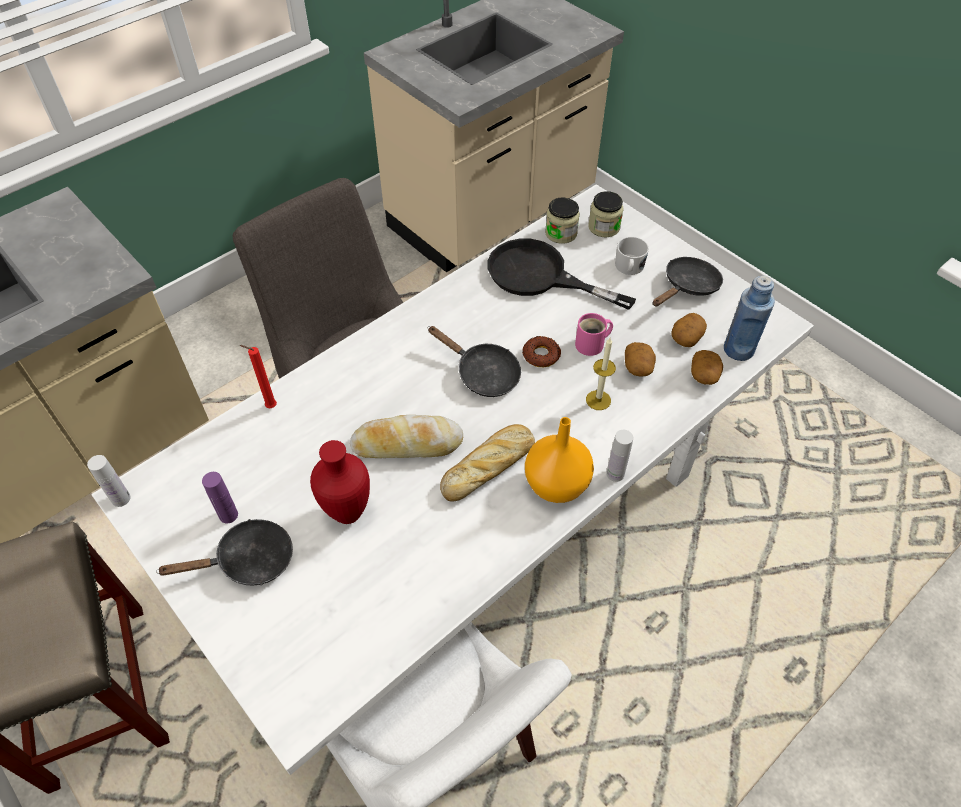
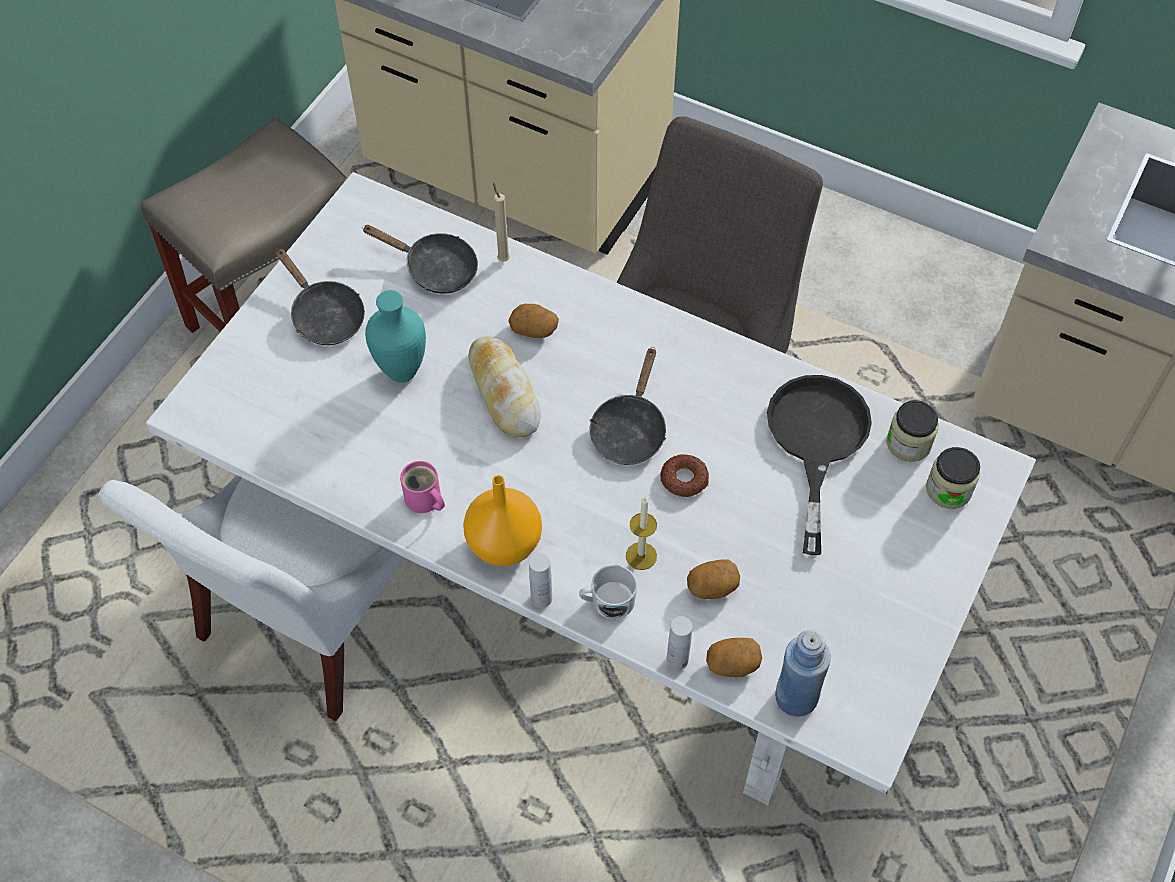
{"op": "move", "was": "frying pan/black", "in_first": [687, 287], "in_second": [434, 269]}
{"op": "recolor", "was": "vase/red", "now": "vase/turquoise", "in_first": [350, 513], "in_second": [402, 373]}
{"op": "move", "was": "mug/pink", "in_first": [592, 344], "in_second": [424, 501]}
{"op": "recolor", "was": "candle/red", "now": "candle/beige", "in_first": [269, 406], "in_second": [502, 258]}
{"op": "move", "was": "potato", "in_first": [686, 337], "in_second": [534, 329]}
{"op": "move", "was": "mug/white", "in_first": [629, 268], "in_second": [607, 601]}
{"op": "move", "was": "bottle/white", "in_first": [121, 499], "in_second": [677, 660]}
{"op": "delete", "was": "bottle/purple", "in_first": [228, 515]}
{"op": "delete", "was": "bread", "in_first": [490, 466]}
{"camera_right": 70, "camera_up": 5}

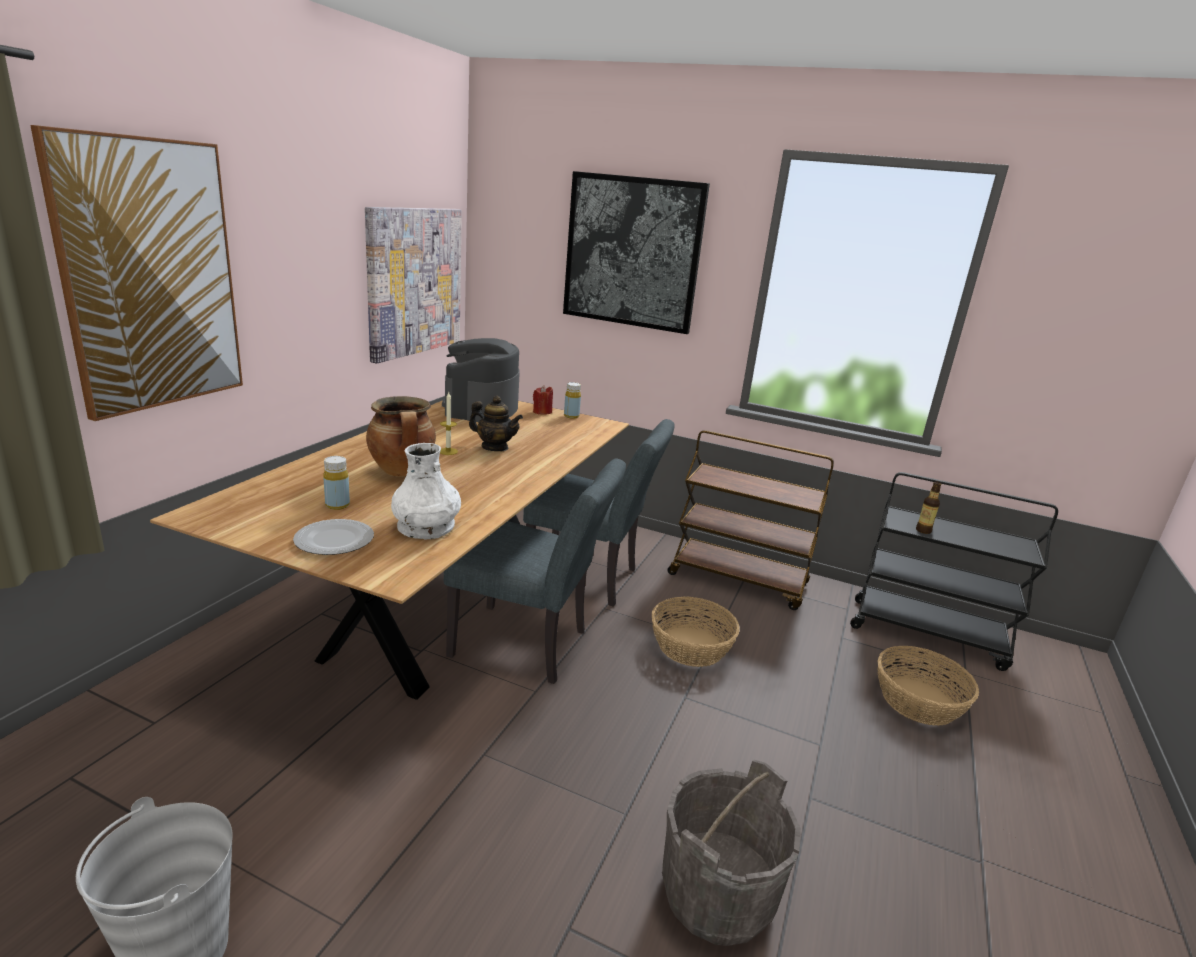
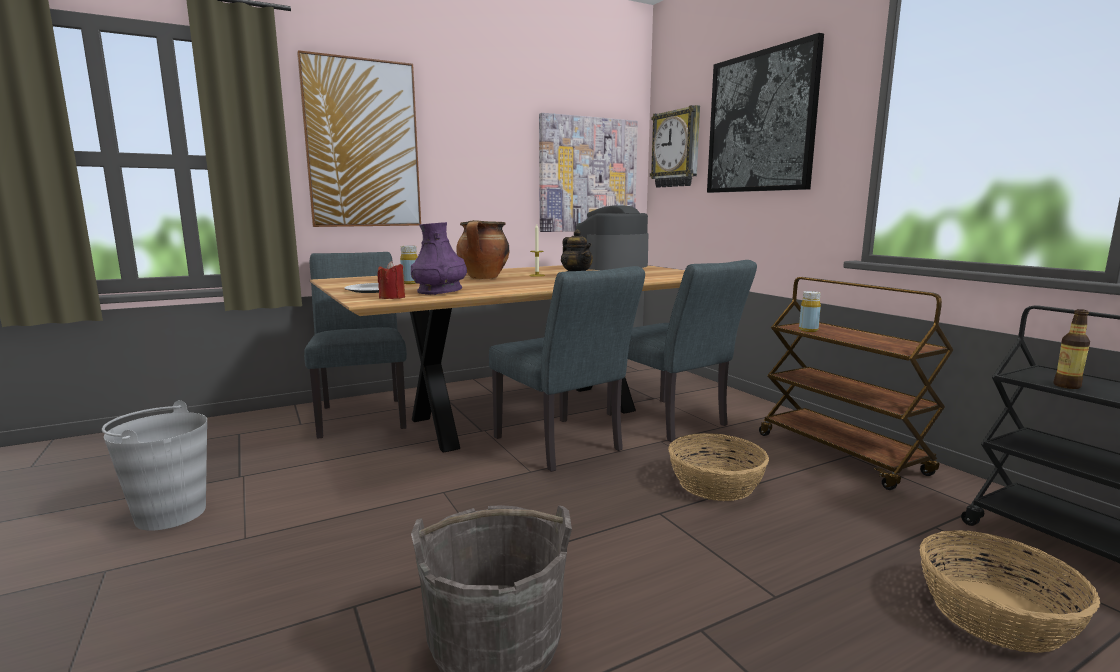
{"op": "insert", "now": "chair/grey", "in_second": [362, 414]}
{"op": "move", "was": "candle/red", "in_first": [542, 412], "in_second": [392, 298]}
{"op": "recolor", "was": "vase/white", "now": "vase/purple", "in_first": [426, 526], "in_second": [440, 291]}
{"op": "insert", "now": "wall clock", "in_second": [676, 149]}
{"op": "move", "was": "bottle/yellow", "in_first": [571, 416], "in_second": [808, 330]}
{"camera_right": 40, "camera_up": -10}

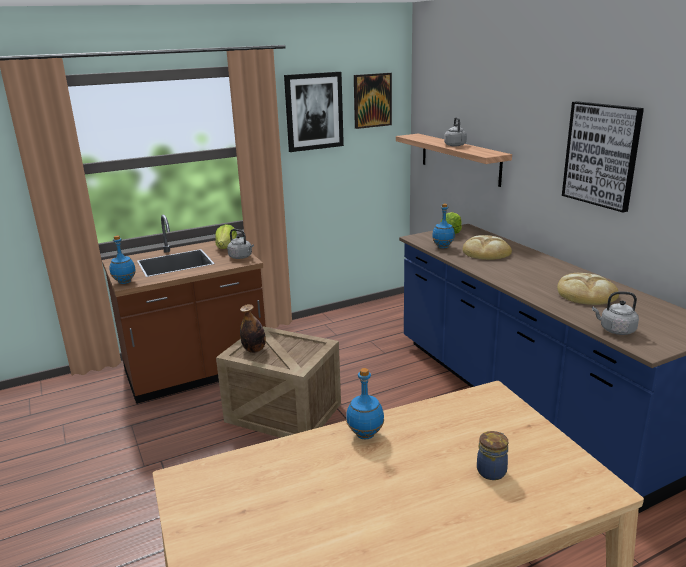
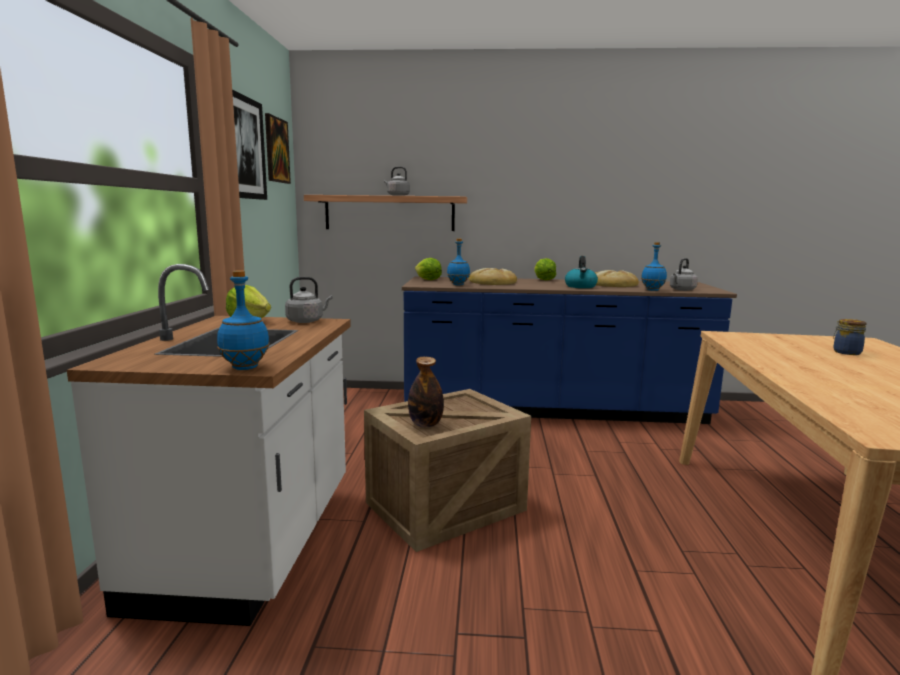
{"op": "recolor", "was": "counter/brown", "now": "counter/white", "in_first": [196, 373], "in_second": [252, 543]}
{"op": "insert", "now": "lettuce", "in_second": [543, 280]}
{"op": "insert", "now": "kettle", "in_second": [581, 286]}
{"op": "move", "was": "bottle/blue", "in_first": [365, 435], "in_second": [653, 290]}
{"op": "delete", "was": "picture", "in_first": [601, 155]}
{"camera_right": -60, "camera_up": -10}

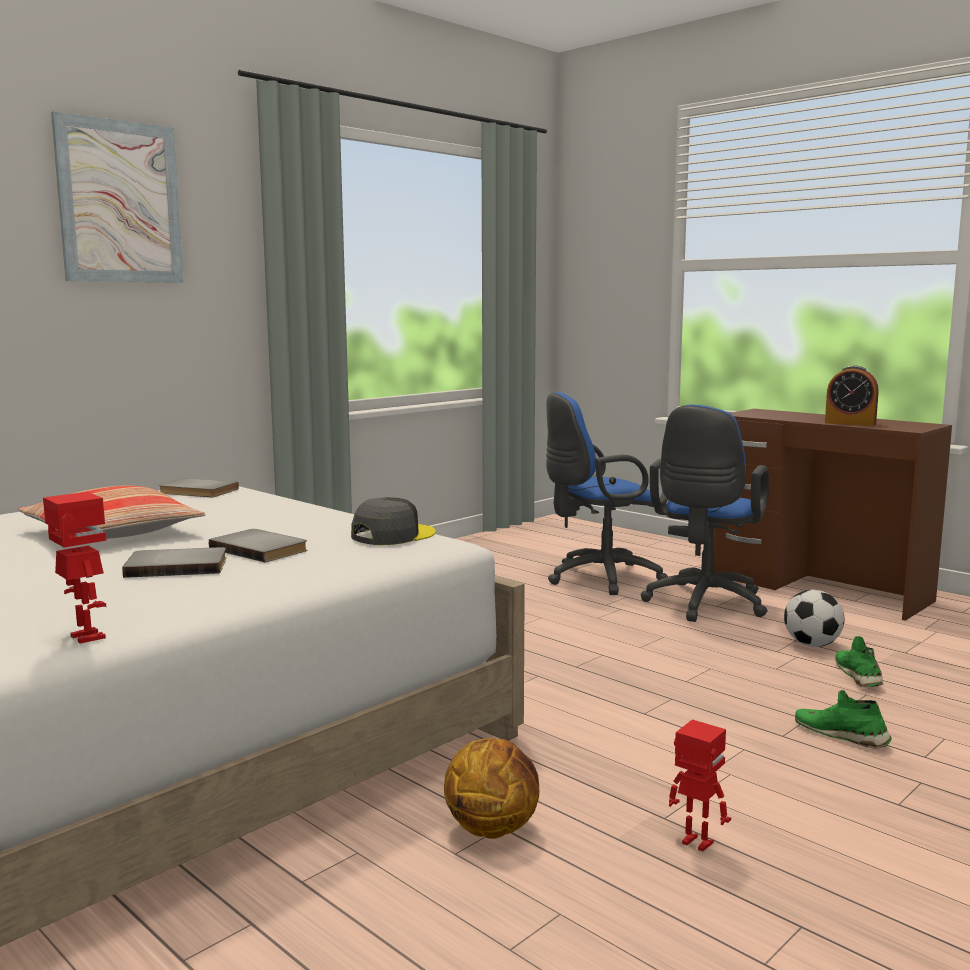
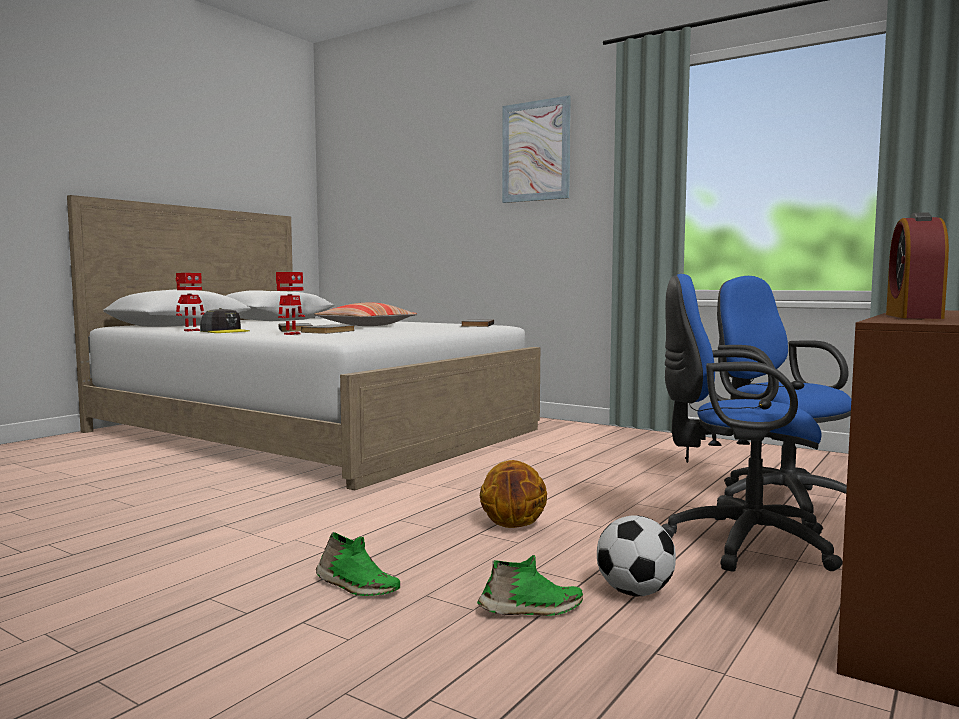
{"op": "move", "was": "cap/grey", "in_first": [392, 535], "in_second": [225, 331]}
{"op": "move", "was": "toy robot", "in_first": [696, 843], "in_second": [291, 334]}
{"op": "rotate", "was": "shoe/green", "in_first": [841, 735], "in_second": [356, 587], "clockwise": 90}
{"op": "move", "was": "basketball", "in_first": [493, 828], "in_second": [513, 526]}
{"camera_right": 80, "camera_up": -5}

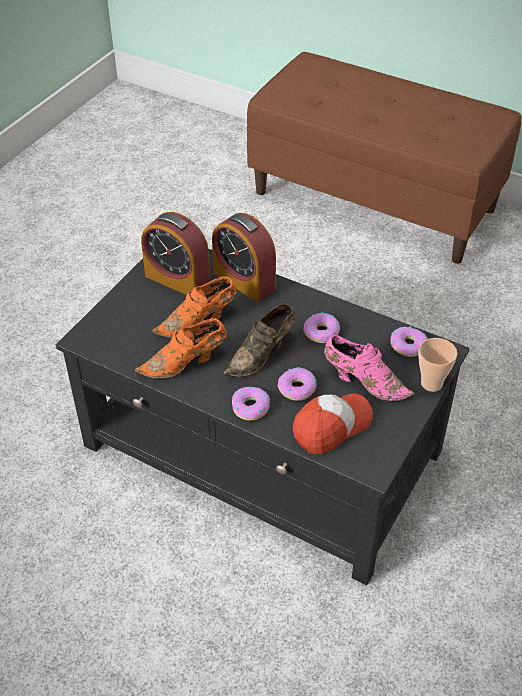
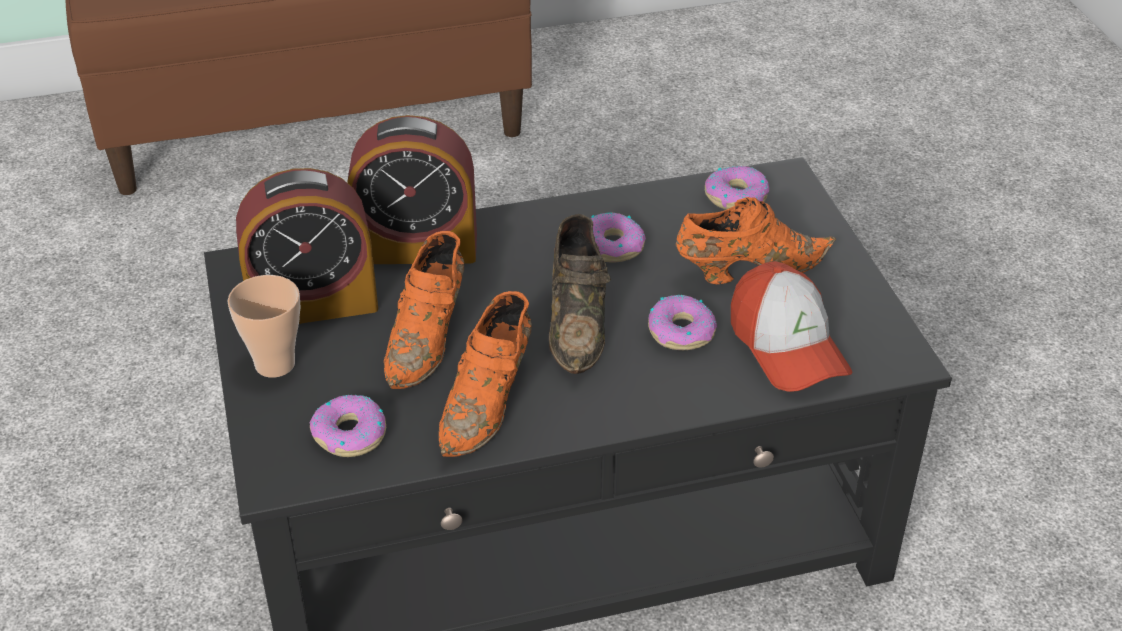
{"op": "move", "was": "cup", "in_first": [431, 384], "in_second": [275, 364]}
{"op": "move", "was": "donut", "in_first": [250, 407], "in_second": [349, 434]}
{"op": "recolor", "was": "shoe/pink", "now": "shoe/orange", "in_first": [364, 382], "in_second": [747, 270]}
{"op": "rotate", "was": "cap", "in_first": [331, 426], "in_second": [787, 346], "clockwise": 150}
{"camera_right": -45, "camera_up": -5}

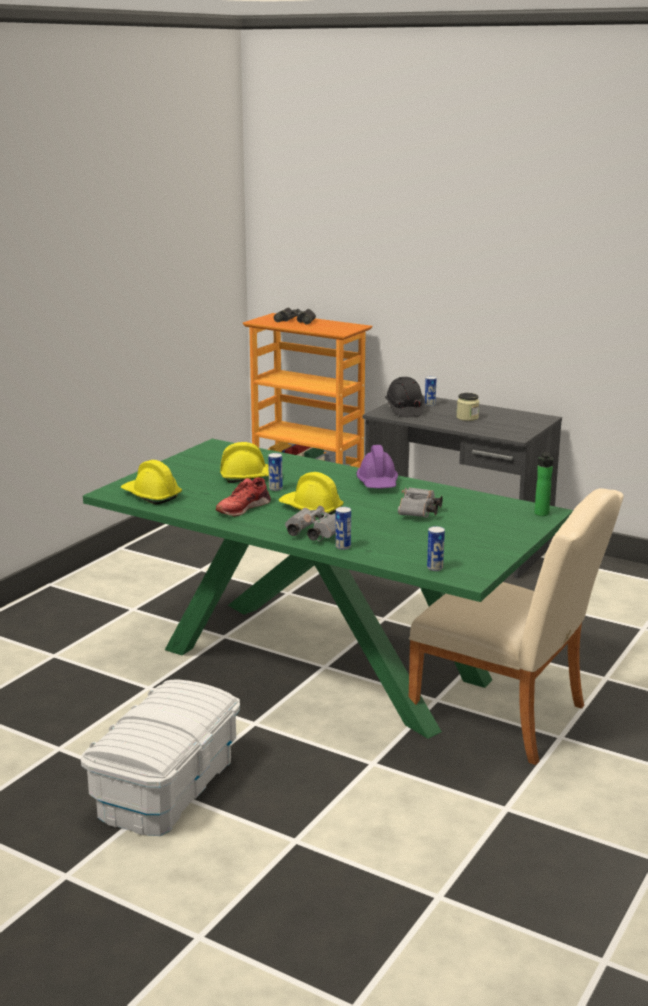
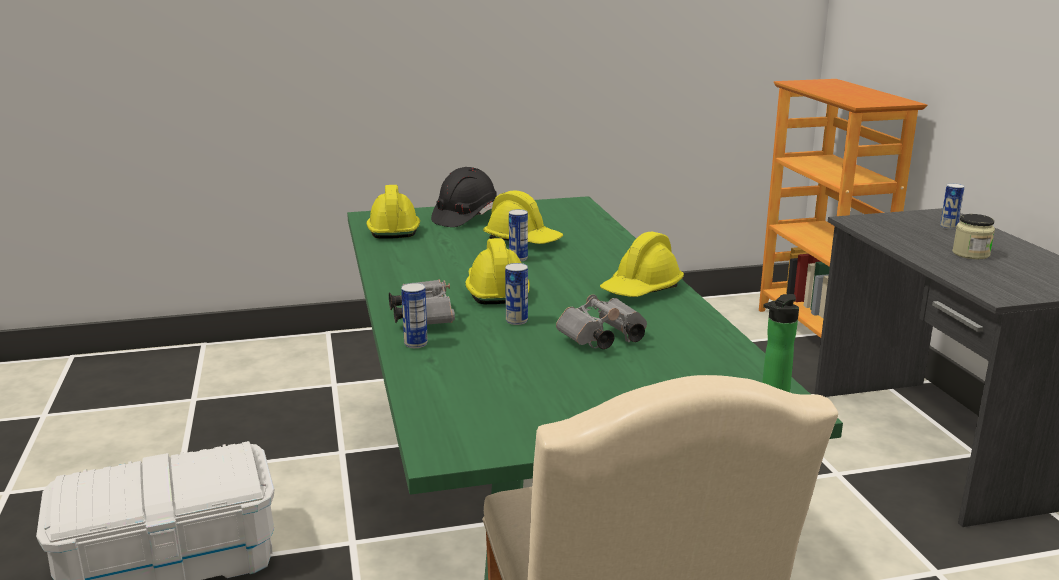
{"op": "move", "was": "hard hat/black", "in_first": [404, 410], "in_second": [465, 217]}
{"op": "move", "was": "can", "in_first": [435, 568], "in_second": [516, 321]}
{"op": "recolor", "was": "hard hat/purple", "now": "hard hat/yellow", "in_first": [378, 483], "in_second": [641, 289]}
{"op": "delete", "was": "shoe/red", "in_first": [242, 508]}
{"op": "delete", "was": "binoculars/black", "in_first": [296, 321]}
{"camera_right": 45, "camera_up": 0}

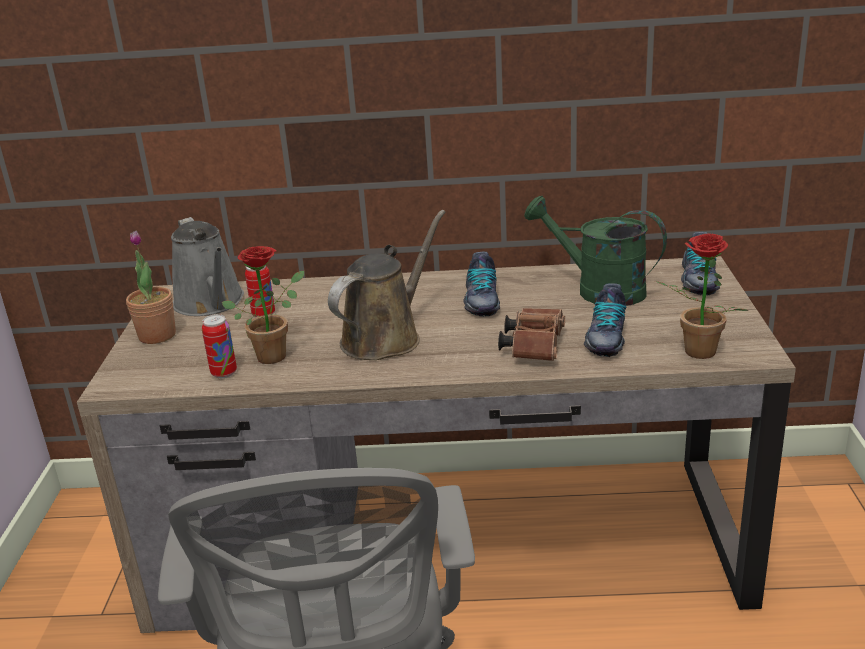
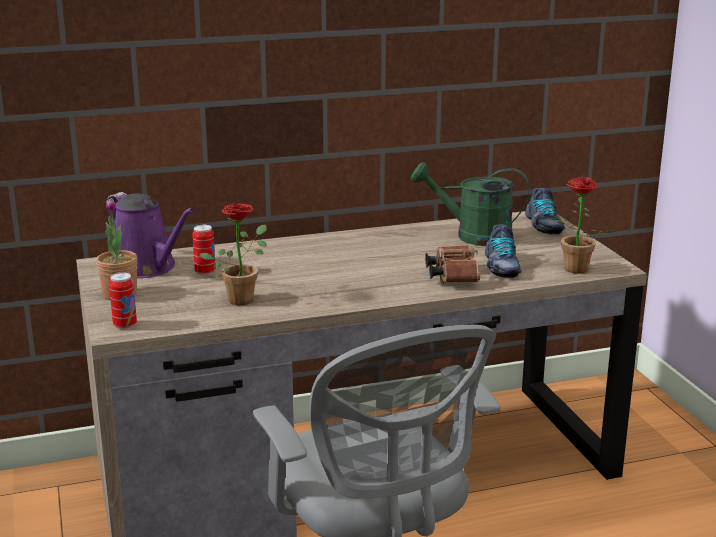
{"op": "recolor", "was": "watering can/grey", "now": "watering can/purple", "in_first": [211, 303], "in_second": [147, 268]}
{"op": "move", "was": "can", "in_first": [224, 373], "in_second": [125, 325]}
{"op": "delete", "was": "watering can/brown", "in_first": [386, 337]}
{"op": "delete", "was": "shoe", "in_first": [481, 300]}
{"camera_right": -20, "camera_up": -5}

